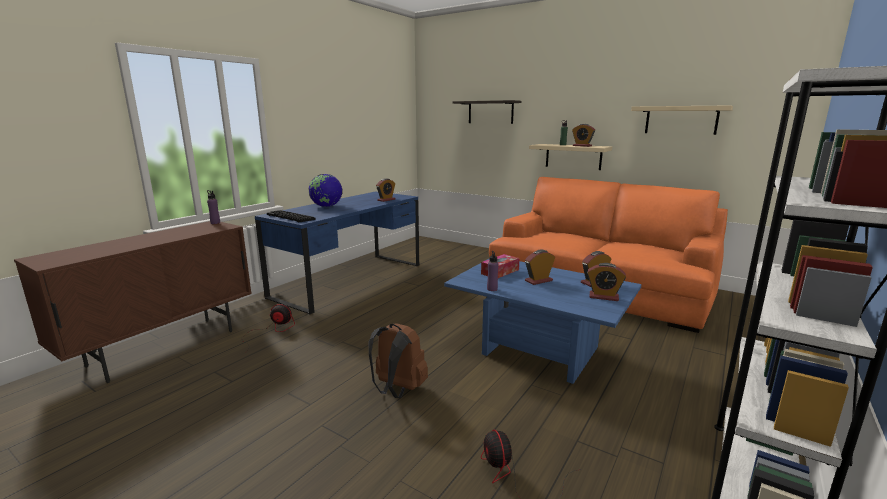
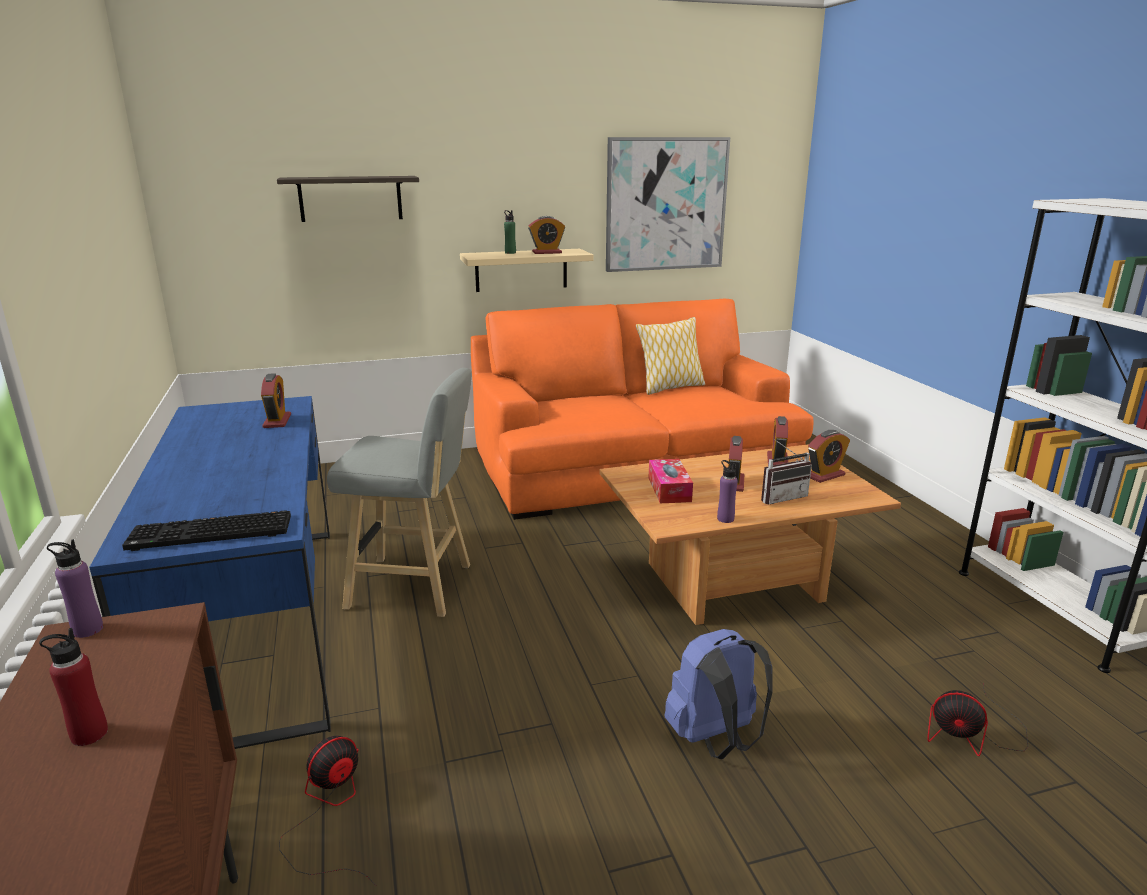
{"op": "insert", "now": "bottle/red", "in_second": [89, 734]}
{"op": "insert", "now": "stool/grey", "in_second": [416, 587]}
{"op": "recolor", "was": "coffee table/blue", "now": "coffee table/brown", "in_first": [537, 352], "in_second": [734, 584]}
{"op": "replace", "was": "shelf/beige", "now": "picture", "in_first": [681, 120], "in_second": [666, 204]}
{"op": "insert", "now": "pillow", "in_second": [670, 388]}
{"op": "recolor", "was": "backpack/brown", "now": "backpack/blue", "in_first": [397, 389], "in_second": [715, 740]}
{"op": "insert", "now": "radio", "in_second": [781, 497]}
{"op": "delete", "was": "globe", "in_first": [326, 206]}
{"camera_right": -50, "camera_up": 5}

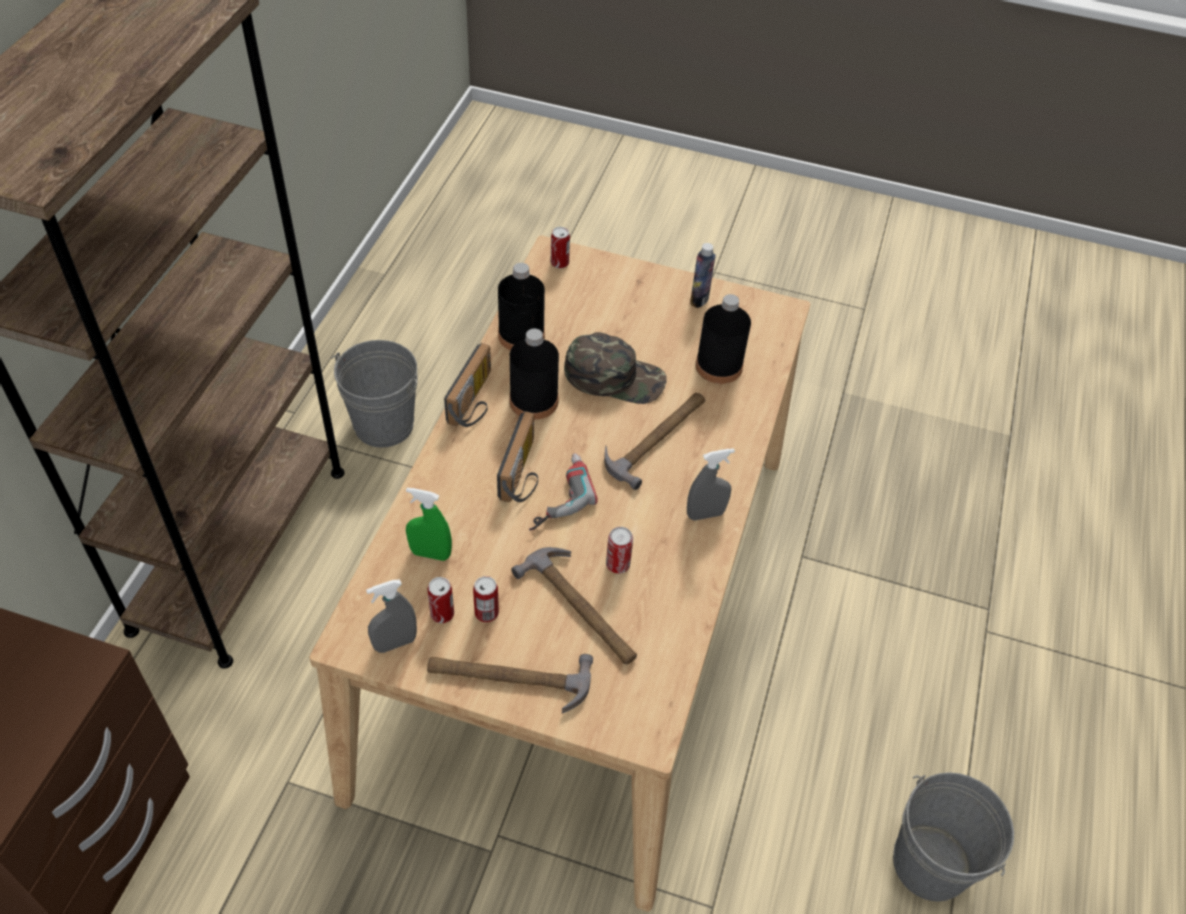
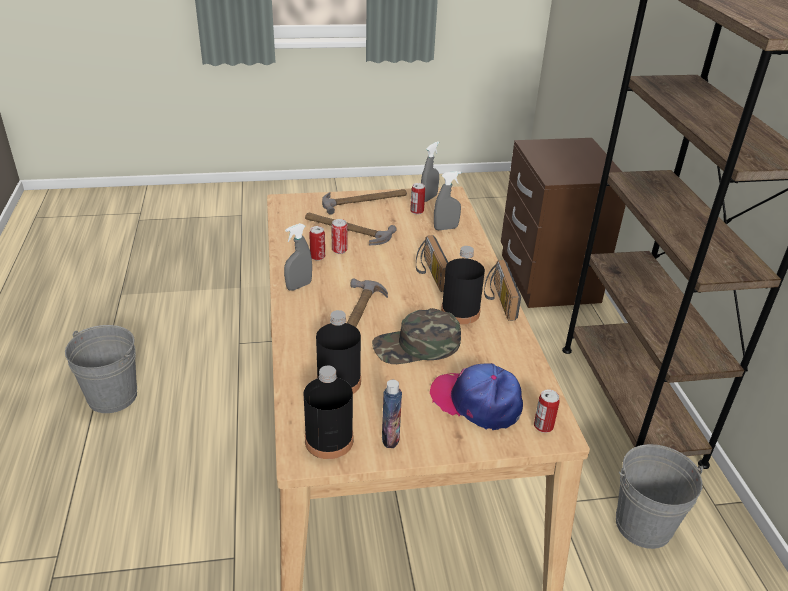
{"op": "move", "was": "bottle/black", "in_first": [521, 335], "in_second": [329, 440]}
{"op": "move", "was": "can", "in_first": [486, 613], "in_second": [317, 257]}
{"op": "insert", "now": "cap", "in_second": [476, 402]}
{"op": "recolor", "was": "spray bottle/green", "now": "spray bottle/grey", "in_first": [430, 554], "in_second": [445, 228]}
{"op": "delete", "was": "power drill", "in_first": [555, 495]}
{"camera_right": 155, "camera_up": -15}

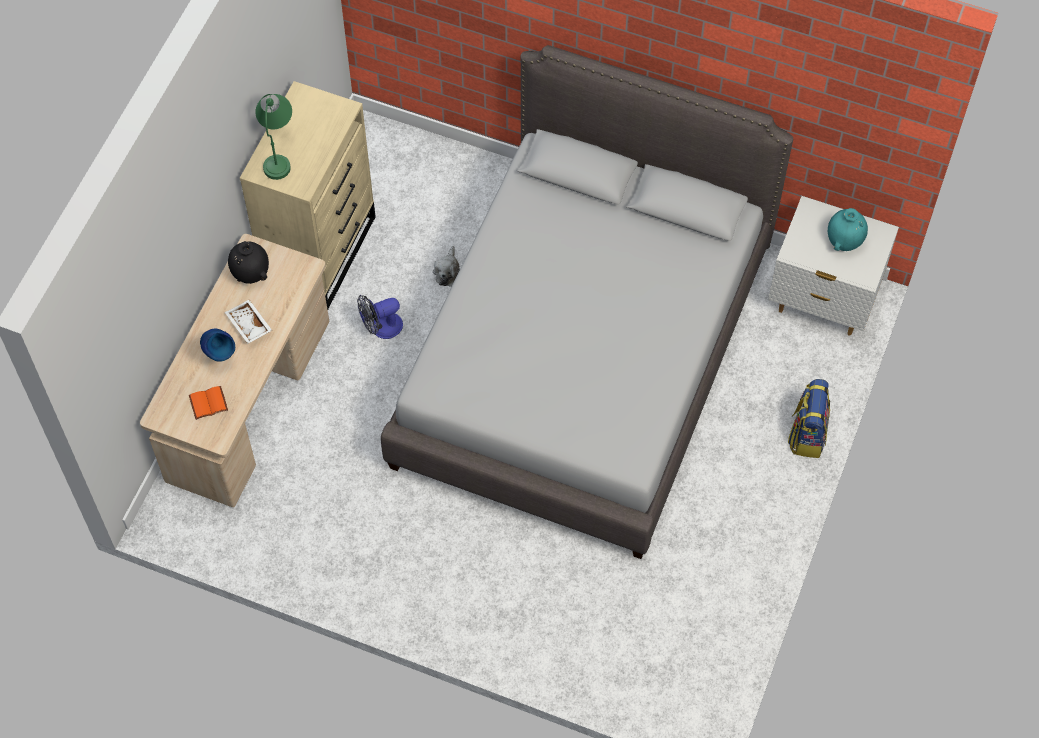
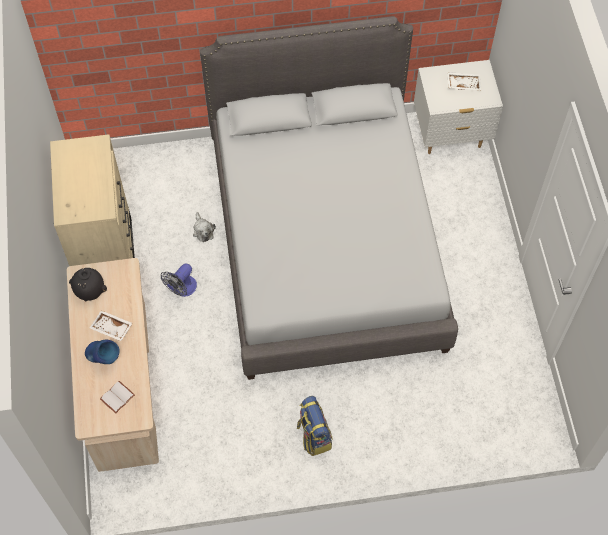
{"op": "recolor", "was": "book/orange", "now": "book/white", "in_first": [208, 404], "in_second": [117, 398]}
{"op": "move", "was": "backpack", "in_first": [807, 434], "in_second": [313, 435]}
{"op": "replace", "was": "vase/turquoise", "now": "tray/white", "in_first": [844, 241], "in_second": [463, 83]}
{"op": "delete", "was": "table lamp/green", "in_first": [279, 152]}
{"camera_right": -30, "camera_up": 0}

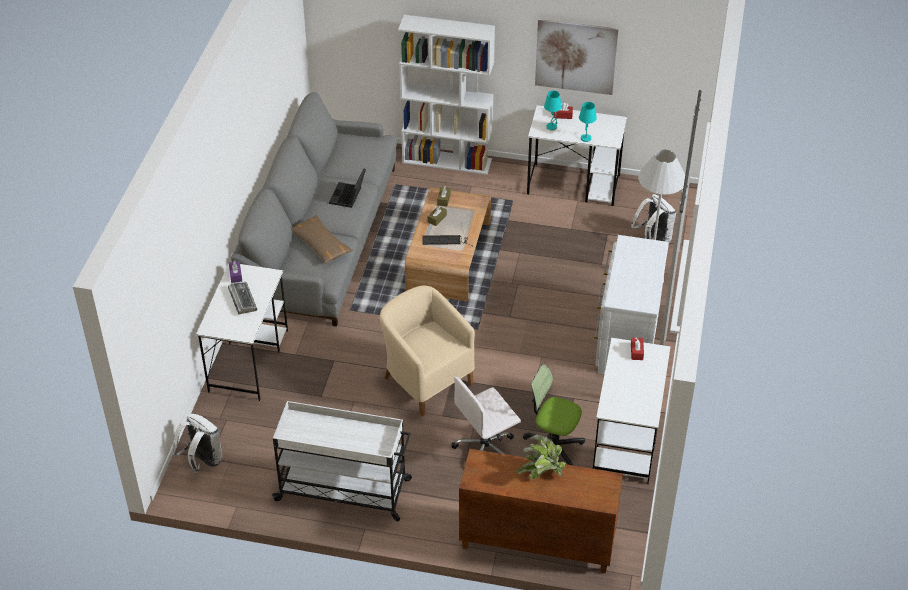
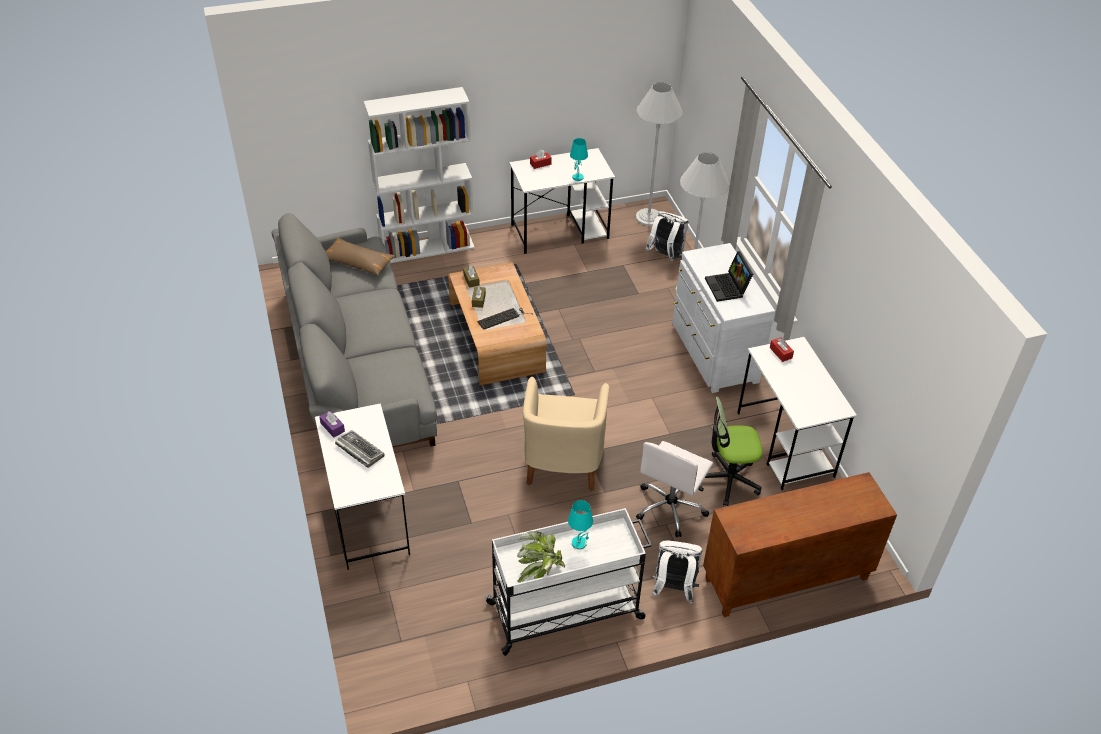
{"op": "move", "was": "pillow/brown", "in_first": [321, 245], "in_second": [358, 262]}
{"op": "move", "was": "potted plant", "in_first": [541, 471], "in_second": [540, 570]}
{"op": "rotate", "was": "armchair/beige", "in_first": [426, 380], "in_second": [562, 463], "clockwise": -105}
{"op": "move", "was": "table lamp/turquoise", "in_first": [552, 127], "in_second": [579, 543]}
{"op": "insert", "now": "floor lamp/white", "in_second": [648, 217]}
{"op": "move", "was": "backpack/white", "in_first": [202, 461], "in_second": [673, 589]}
{"op": "move", "was": "laptop", "in_first": [348, 197], "in_second": [728, 288]}
{"op": "delete", "was": "picture", "in_first": [576, 56]}
{"camera_right": -30, "camera_up": 0}

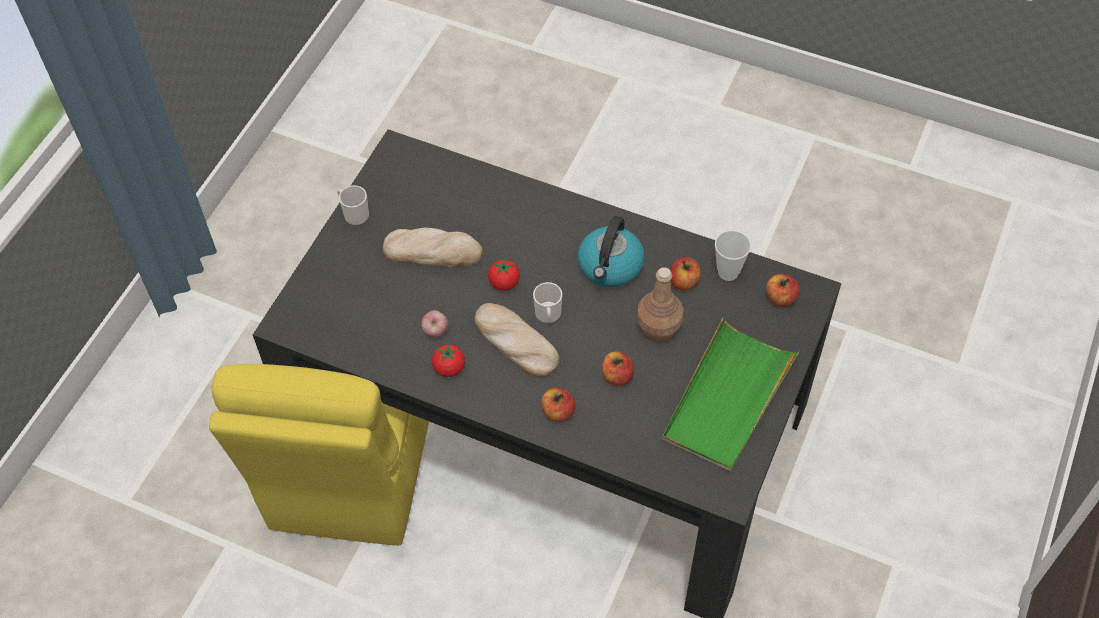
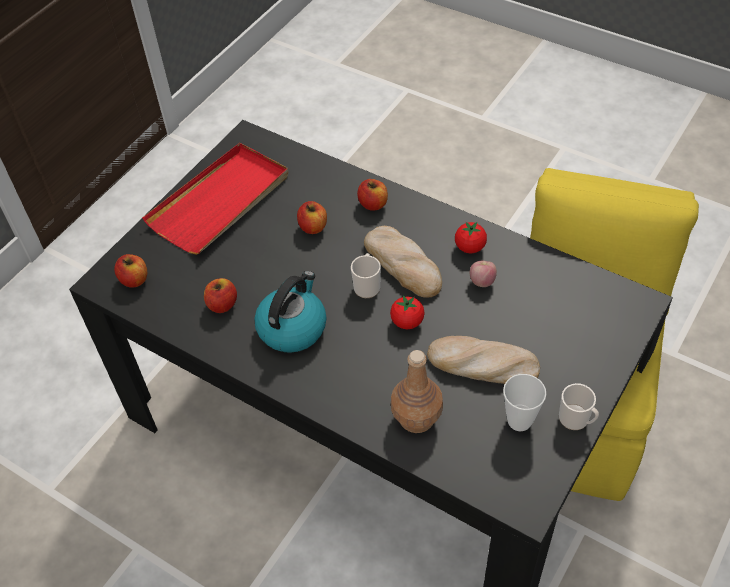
{"op": "recolor", "was": "tray/green", "now": "tray/red", "in_first": [728, 398], "in_second": [220, 201]}
{"op": "move", "was": "bottle/brown", "in_first": [658, 327], "in_second": [416, 418]}
{"op": "move", "was": "cup", "in_first": [728, 272], "in_second": [519, 421]}
{"camera_right": -170, "camera_up": -5}

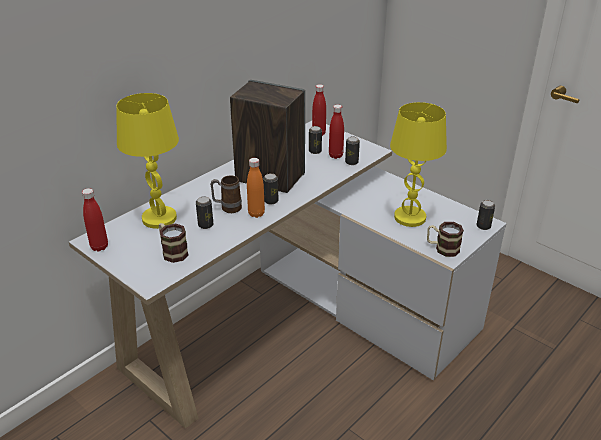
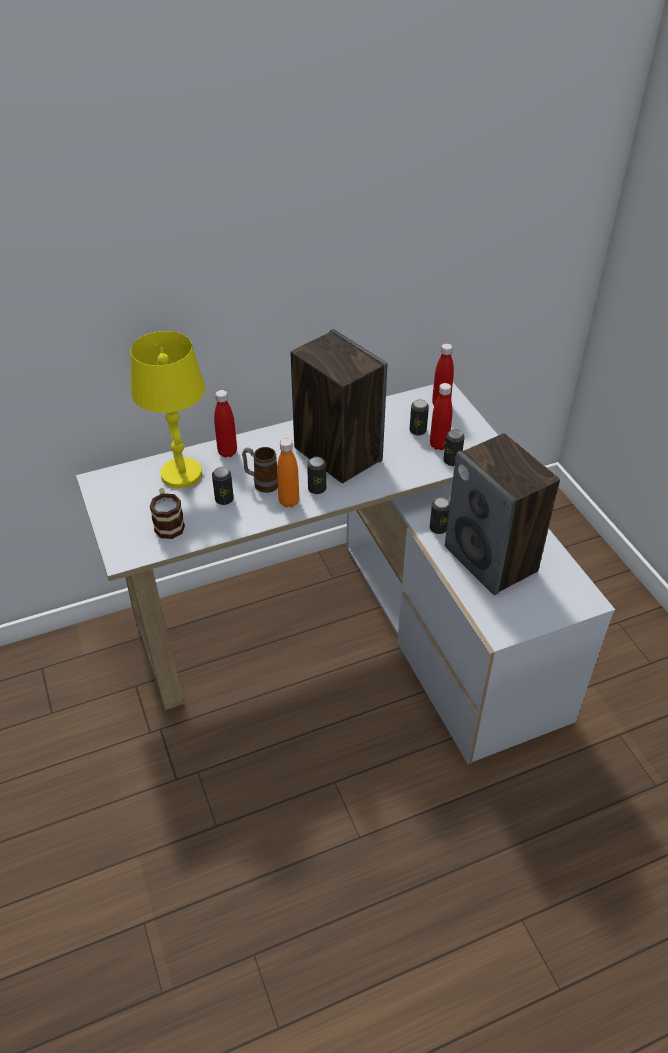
{"op": "move", "was": "bottle/red", "in_first": [99, 247], "in_second": [227, 452]}
{"op": "move", "was": "can", "in_first": [483, 226], "in_second": [438, 528]}
{"op": "replace", "was": "table lamp/yellow", "now": "speaker", "in_first": [410, 217], "in_second": [491, 559]}
{"op": "delete", "was": "mug", "in_first": [442, 248]}
{"camera_right": 25, "camera_up": 10}

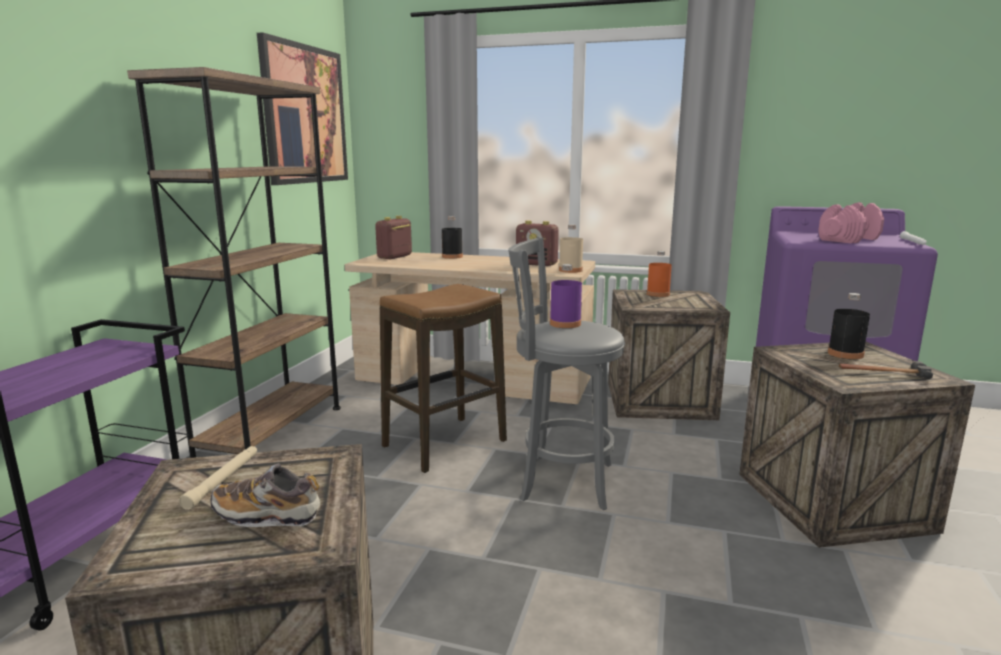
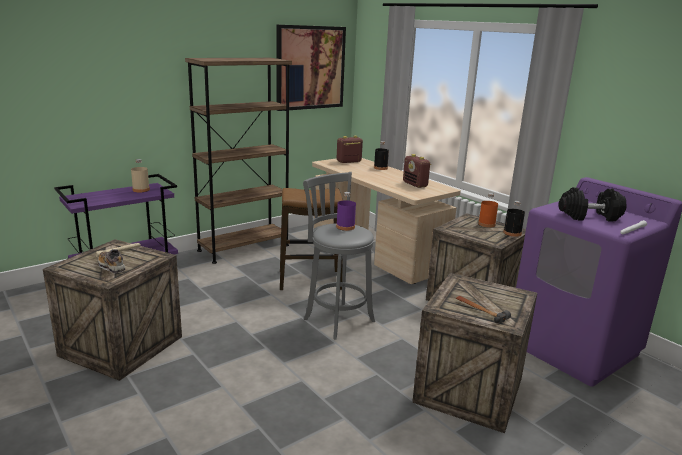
{"op": "move", "was": "bottle/beige", "in_first": [570, 270], "in_second": [141, 190]}
{"op": "move", "was": "bottle/black", "in_first": [845, 354], "in_second": [512, 233]}
{"op": "recolor", "was": "dumbbell/pink", "now": "dumbbell/black", "in_first": [849, 239], "in_second": [589, 216]}
{"camera_right": 35, "camera_up": 5}

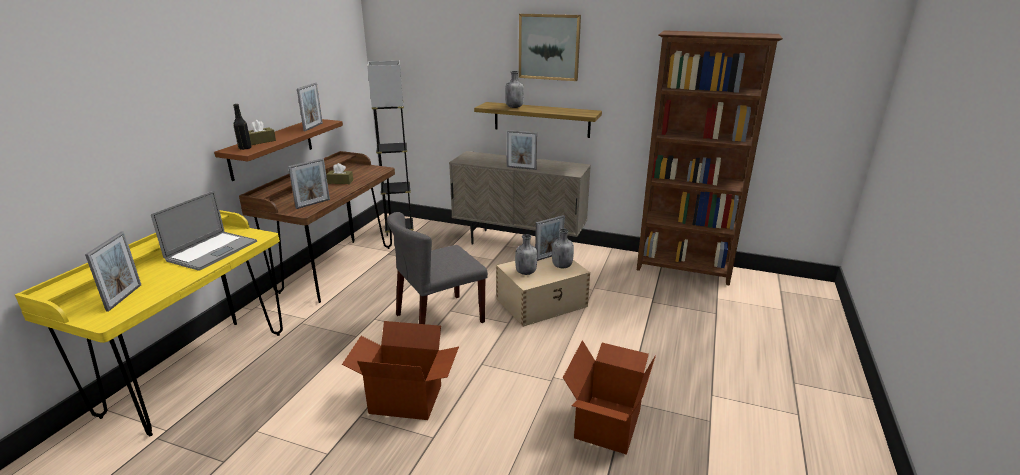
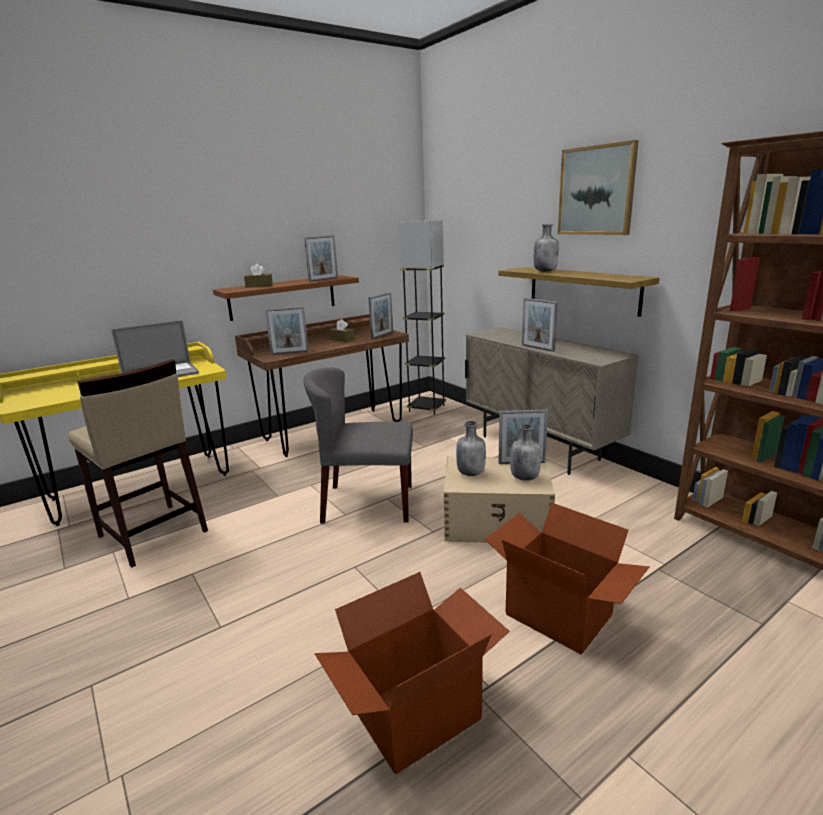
{"op": "insert", "now": "stool/beige", "in_second": [152, 534]}
{"op": "move", "was": "picture frame", "in_first": [124, 297], "in_second": [382, 335]}
{"op": "move", "was": "cardboard box", "in_first": [406, 398], "in_second": [559, 613]}
{"op": "delete", "was": "bottle/black", "in_first": [245, 148]}
{"camera_right": 35, "camera_up": -5}

